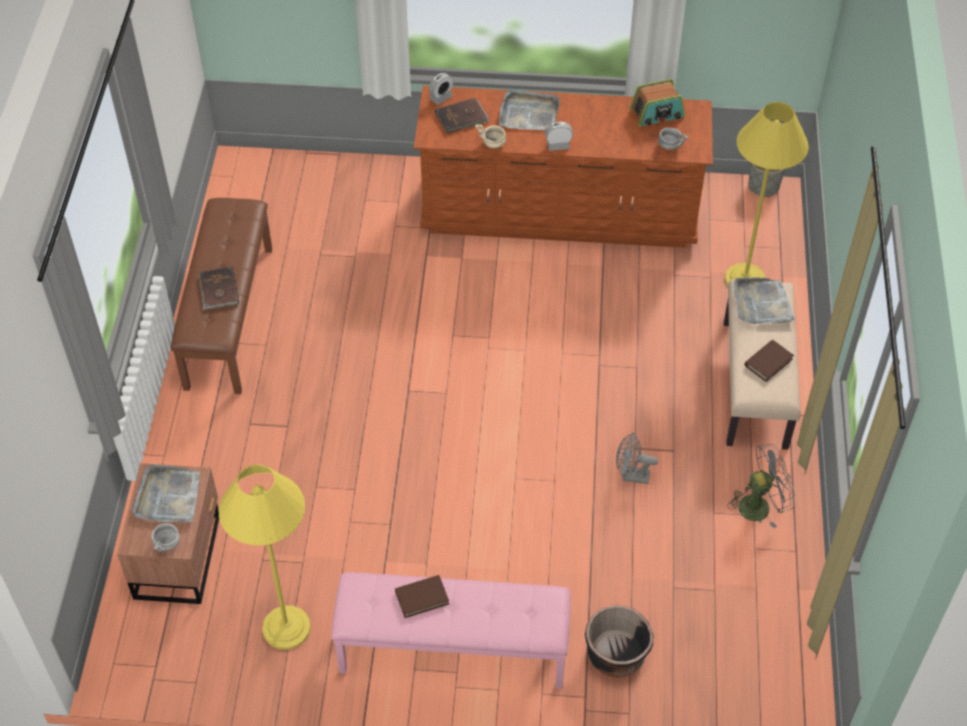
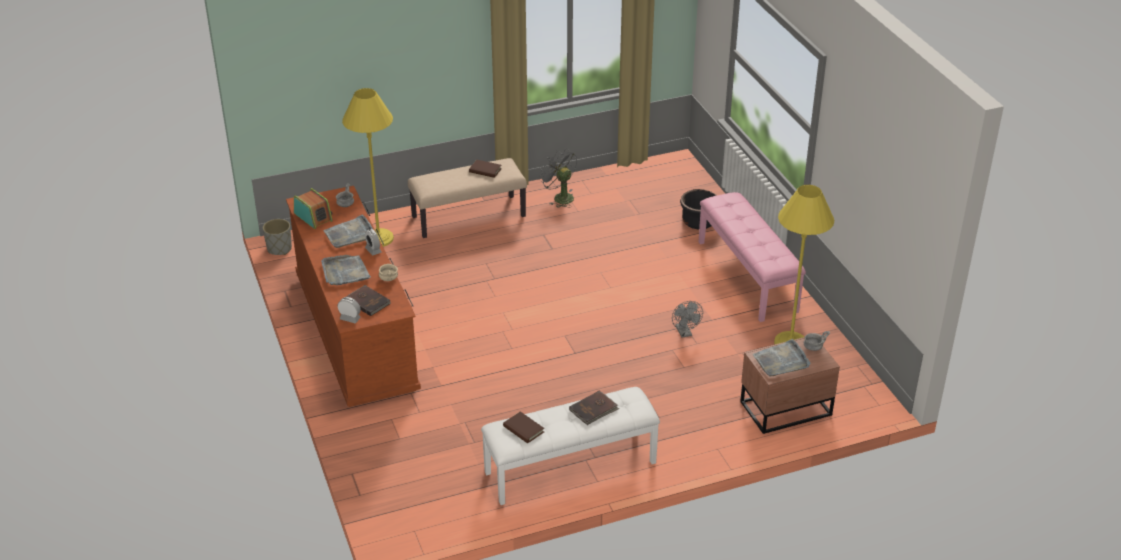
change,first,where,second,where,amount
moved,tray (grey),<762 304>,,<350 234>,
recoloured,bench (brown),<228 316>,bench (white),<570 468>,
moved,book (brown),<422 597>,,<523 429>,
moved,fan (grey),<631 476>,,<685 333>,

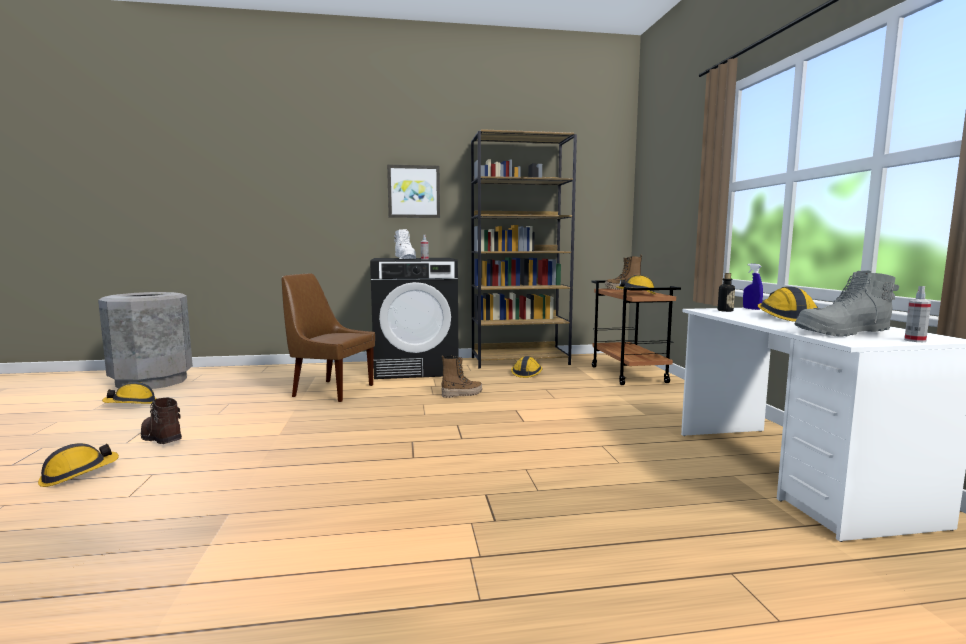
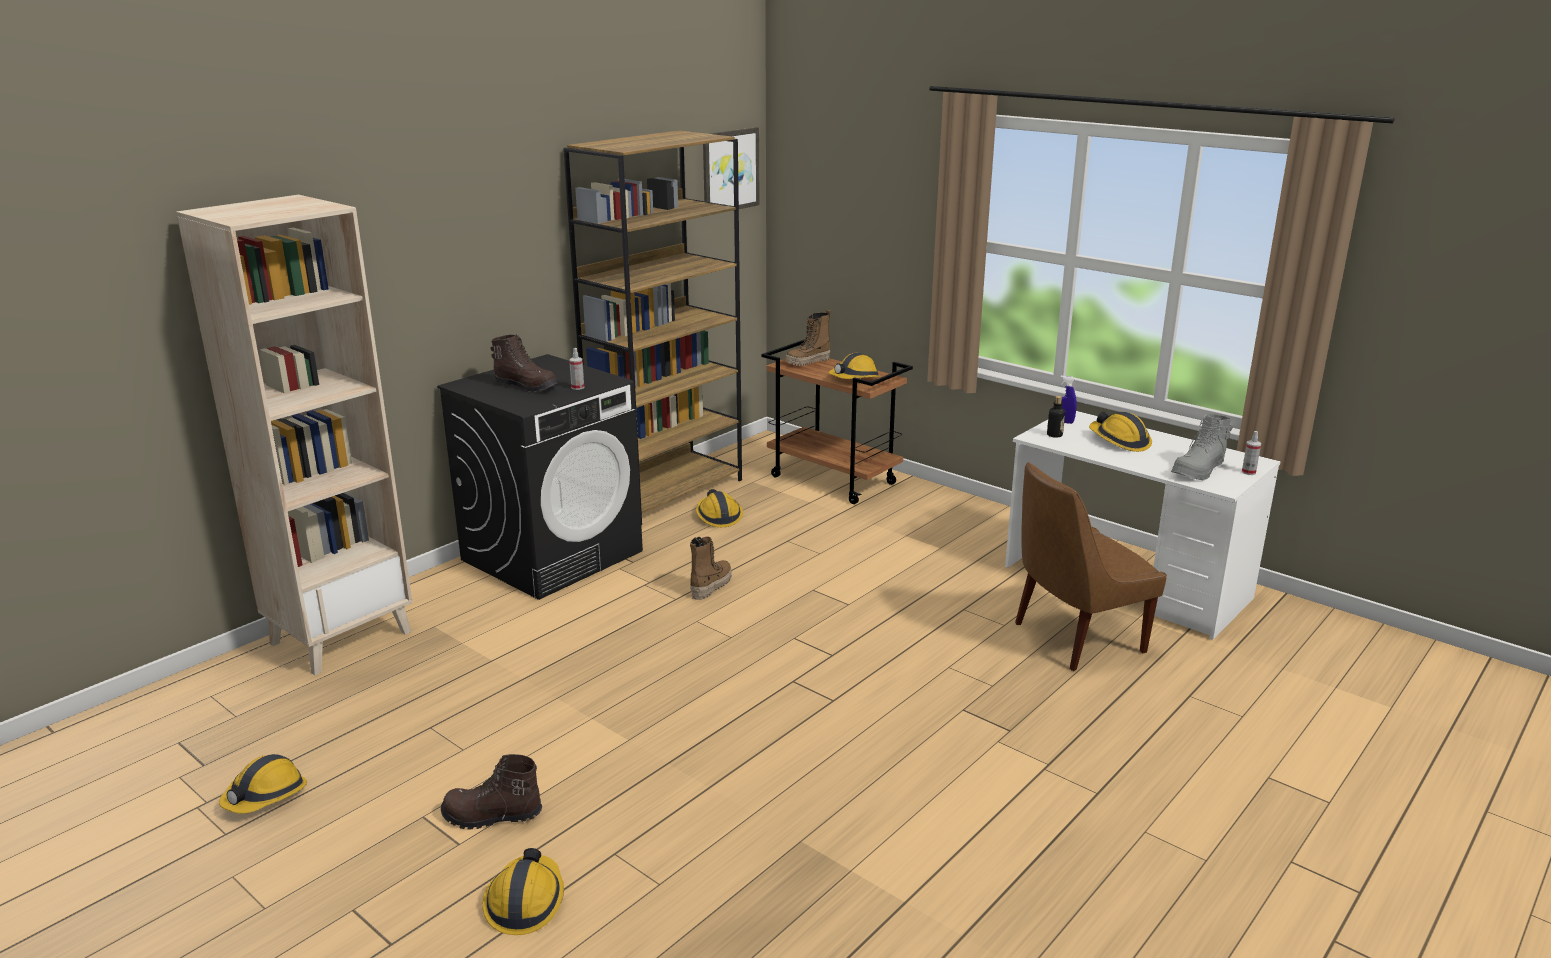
change,first,where,second,where,amount
added,,,bookcase (beige),<341 637>,
recoloured,boot (white),<405 258>,boot (brown),<526 386>,
moved,picture,<414 191>,,<730 170>,
moved,chair (brown),<331 390>,,<1074 638>,
removed,trash can (grey),<151 382>,,,

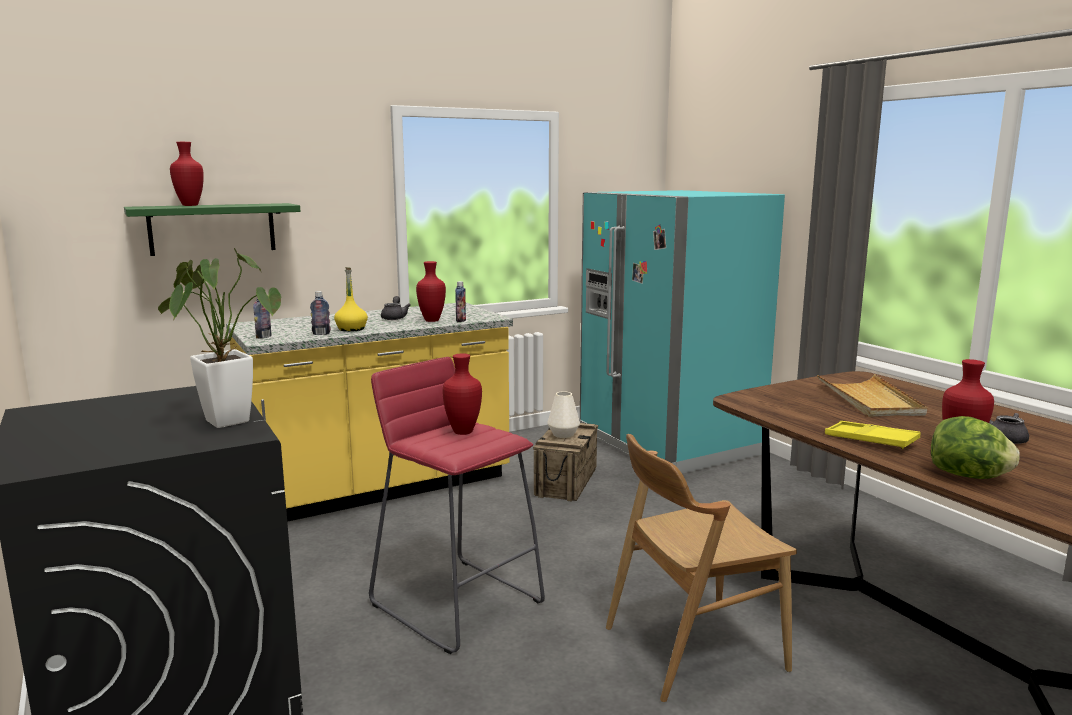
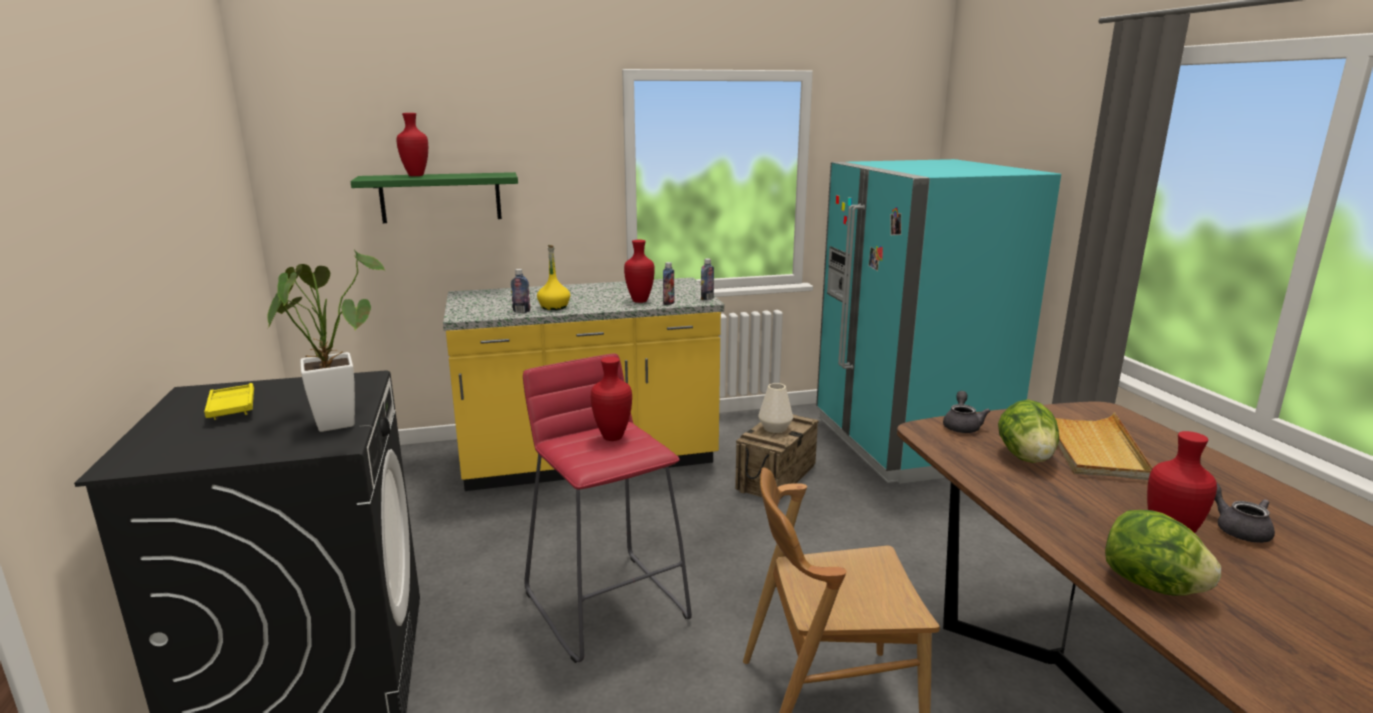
change,first,where,second,where,amount
moved,tray (yellow),<870 440>,,<232 407>,
moved,bottle,<263 337>,,<707 298>,
moved,teapot (grey),<394 317>,,<962 426>,
added,,,lettuce,<1026 457>,

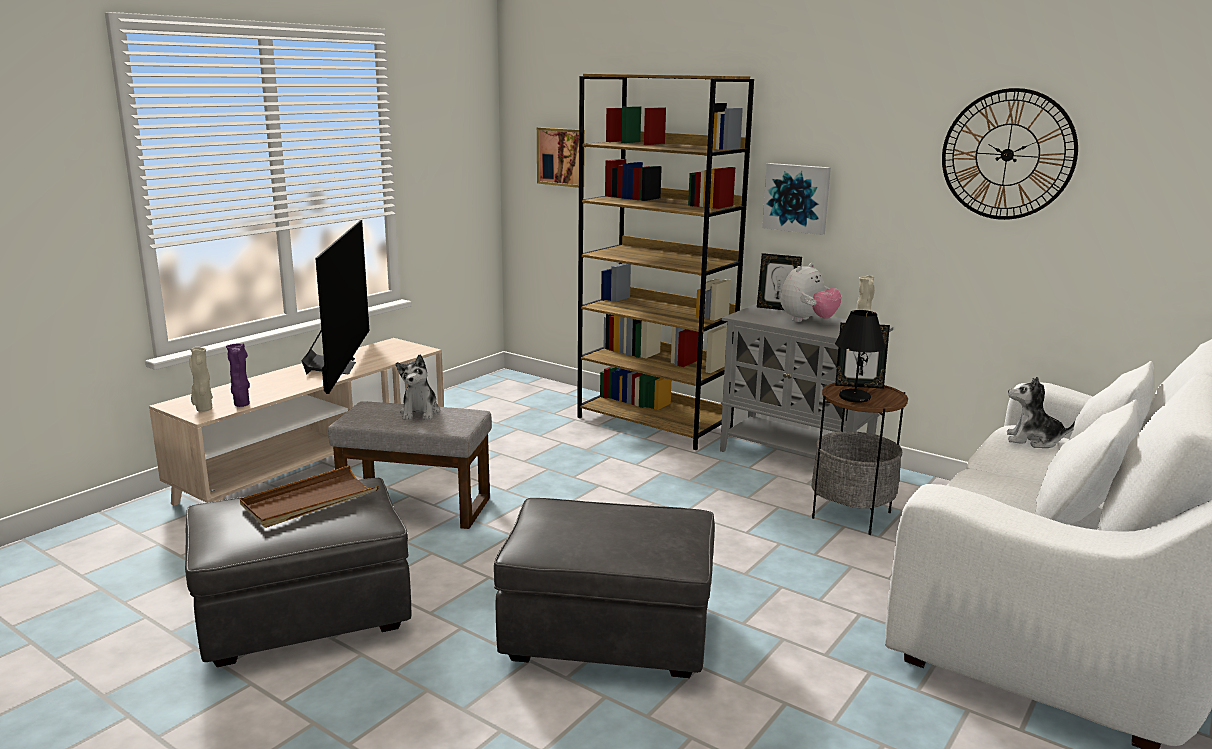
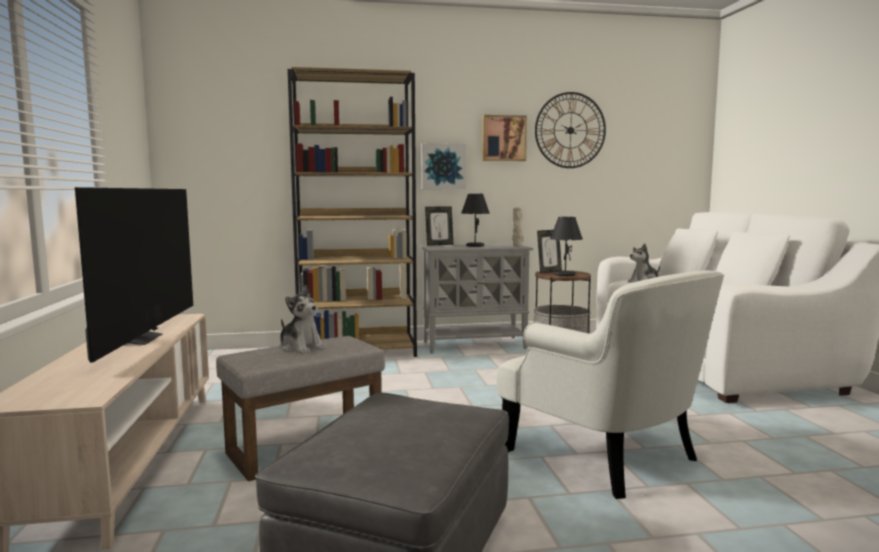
change,first,where,second,where,amount
turned,television,<338 368>,,<138 339>,45 degrees clockwise
replaced,plush toy,<807 321>,table lamp (black),<474 246>,
moved,picture,<562 157>,,<503 138>,
replaced,ottoman (grey),<607 633>,armchair (white),<606 454>,
removed,vase (beige),<203 409>,,,
removed,vase (purple),<241 405>,,,
removed,tray (brown),<309 501>,,,

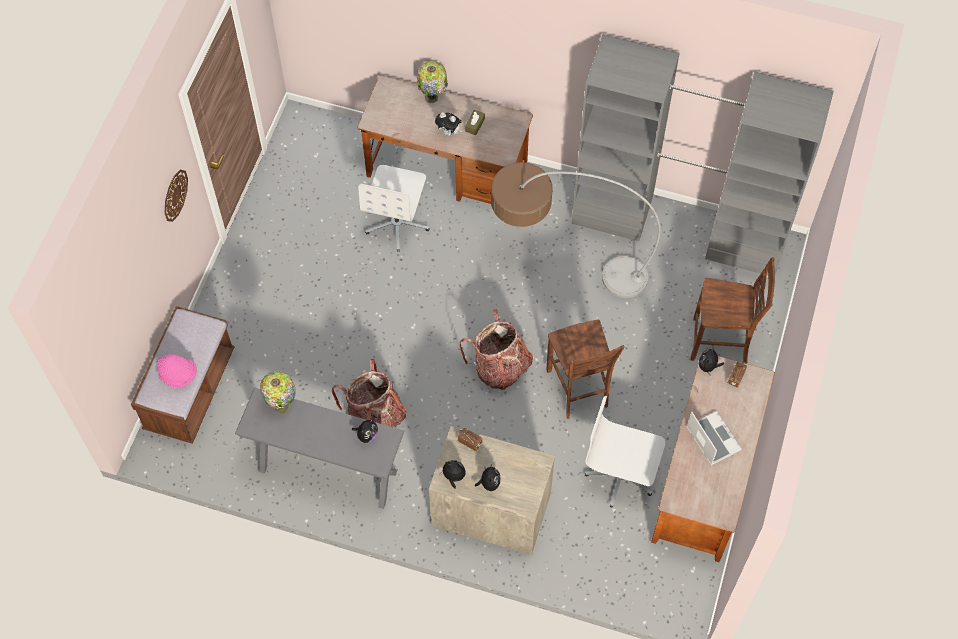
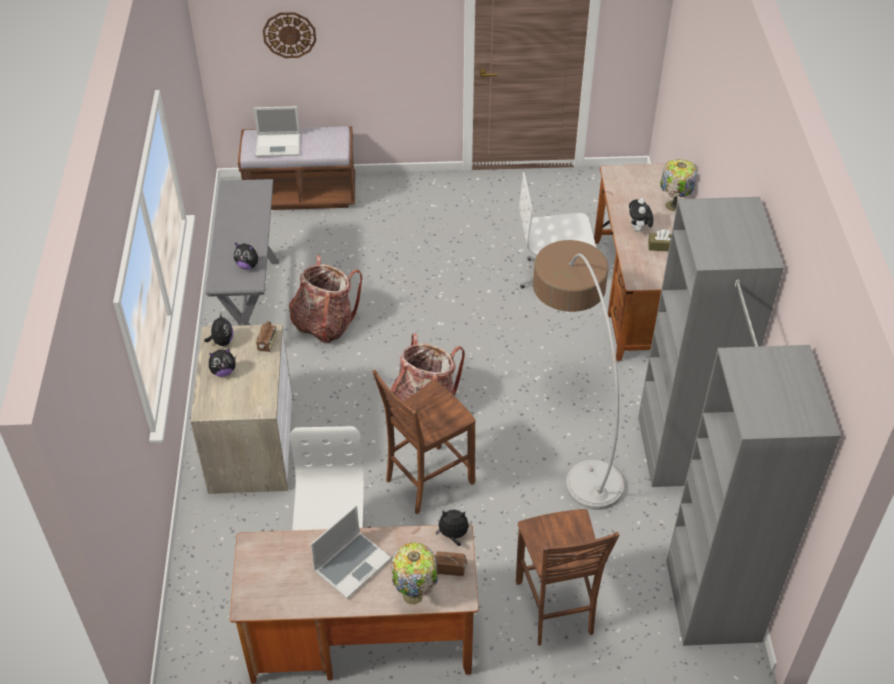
change,first,where,second,where,amount
replaced,hat (pink),<178 375>,laptop,<279 145>,
moved,wall clock,<175 195>,,<289 34>,
moved,table lamp,<282 405>,,<414 596>,

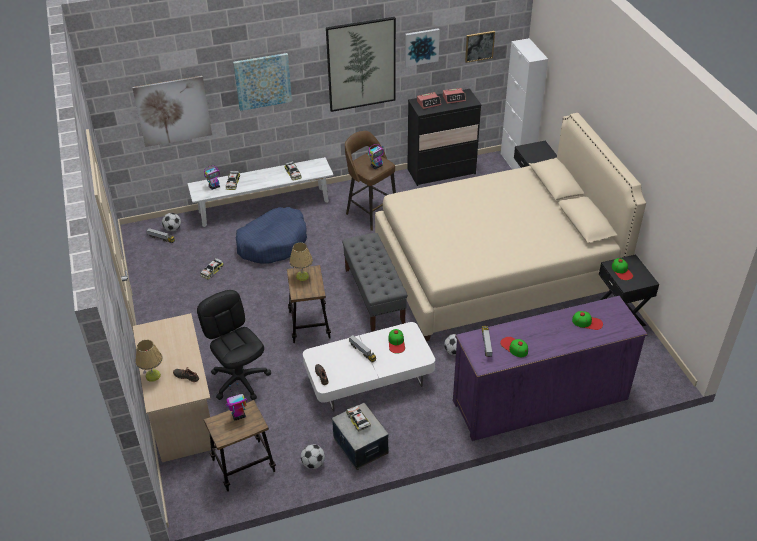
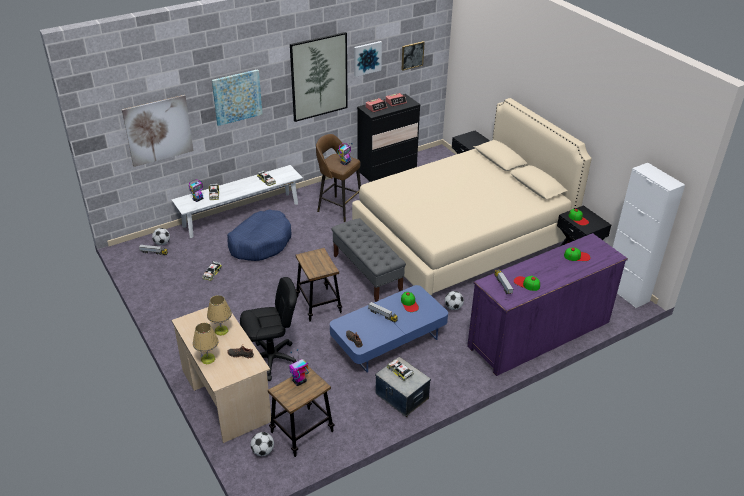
change,first,where,second,where,amount
moved,table lamp,<302 276>,,<221 330>,
turned,office chair (black),<240 380>,,<272 360>,120 degrees clockwise
moved,football,<313 463>,,<263 451>,
recoloured,coffee table (white),<369 379>,coffee table (blue),<388 340>,
moved,cabinet (white),<516 163>,,<626 292>,

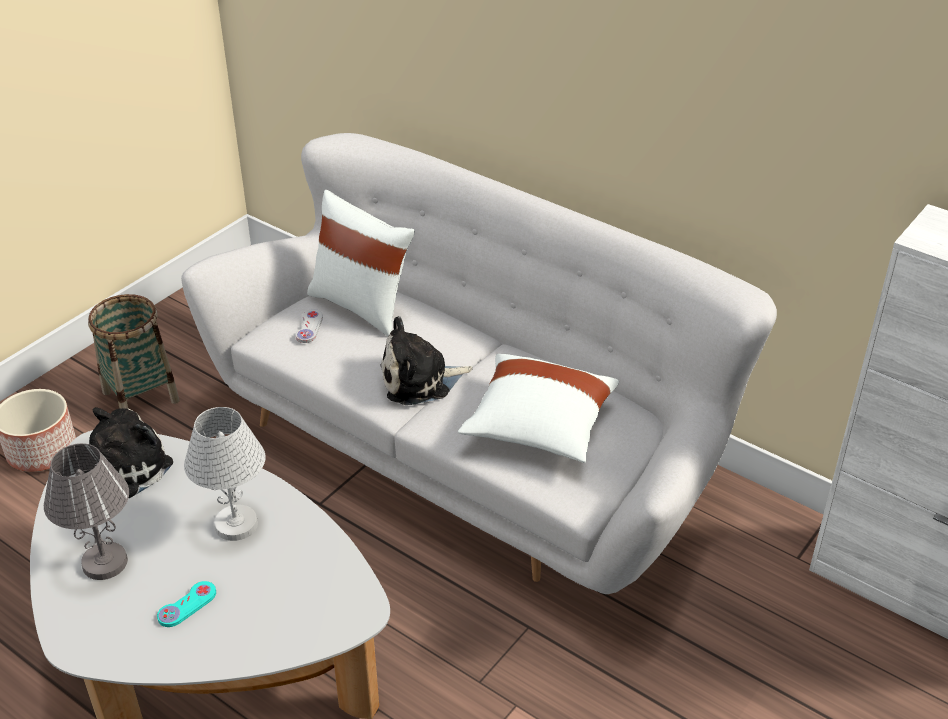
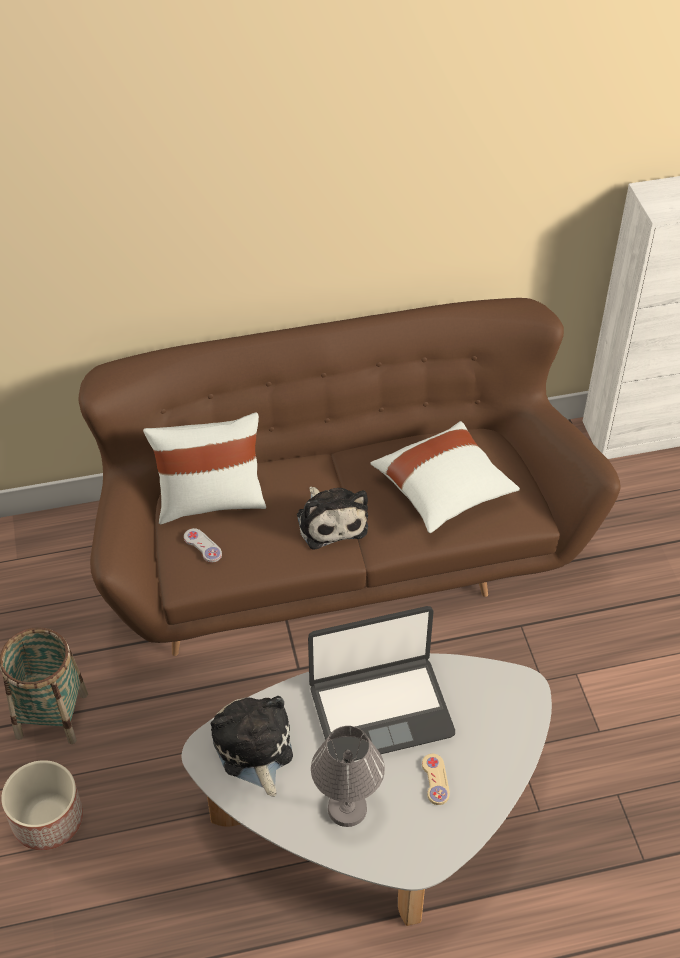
change,first,where,second,where,amount
recoloured,sofa (white),<473 456>,sofa (brown),<340 551>,
turned,plush toy,<420 380>,,<331 521>,45 degrees counterclockwise
replaced,table lamp (white),<237 524>,laptop,<380 709>,
recoloured,game controller (turquoise),<187 605>,game controller (beige),<435 780>,

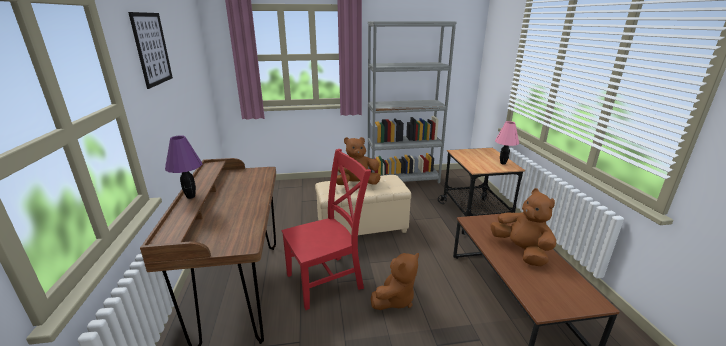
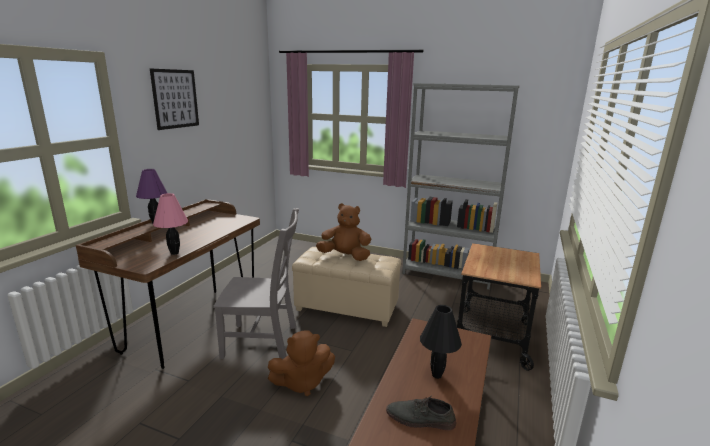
change,first,where,second,where,amount
moved,table lamp (pink),<502 163>,,<175 253>,
recoloured,chair (red),<328 280>,chair (grey),<264 342>,
added,,,shoe (grey),<420 419>,
replaced,plush toy (brown),<521 251>,table lamp (black),<437 375>,

